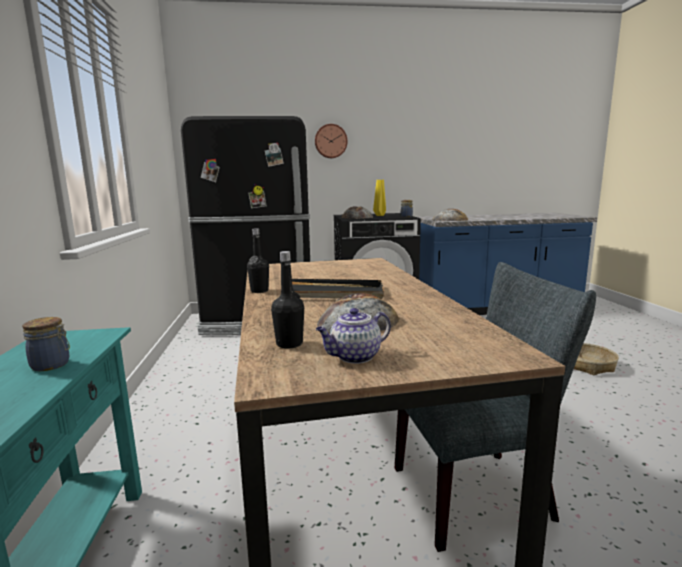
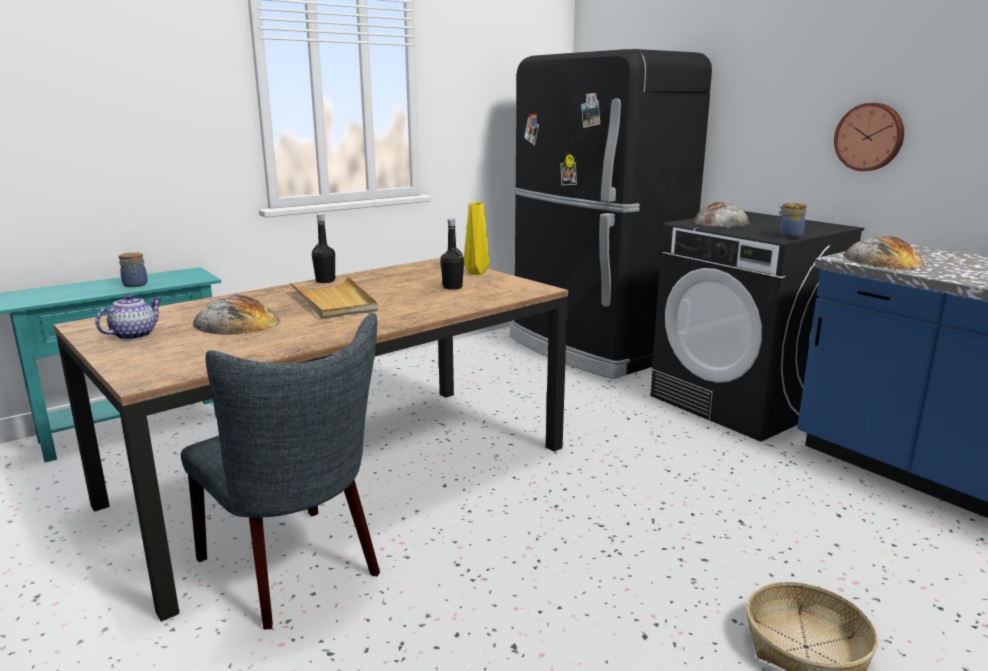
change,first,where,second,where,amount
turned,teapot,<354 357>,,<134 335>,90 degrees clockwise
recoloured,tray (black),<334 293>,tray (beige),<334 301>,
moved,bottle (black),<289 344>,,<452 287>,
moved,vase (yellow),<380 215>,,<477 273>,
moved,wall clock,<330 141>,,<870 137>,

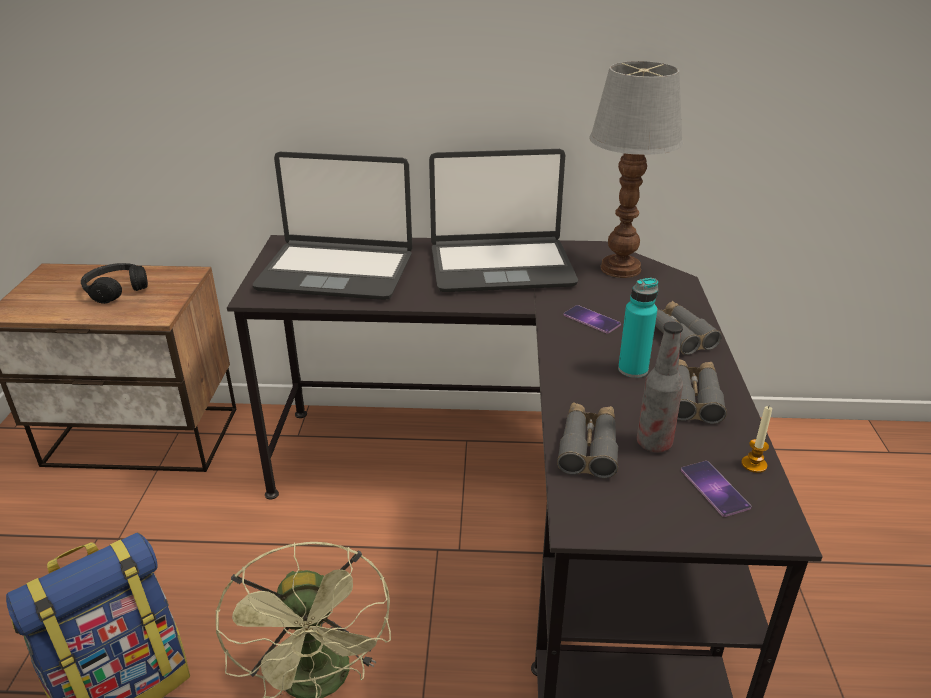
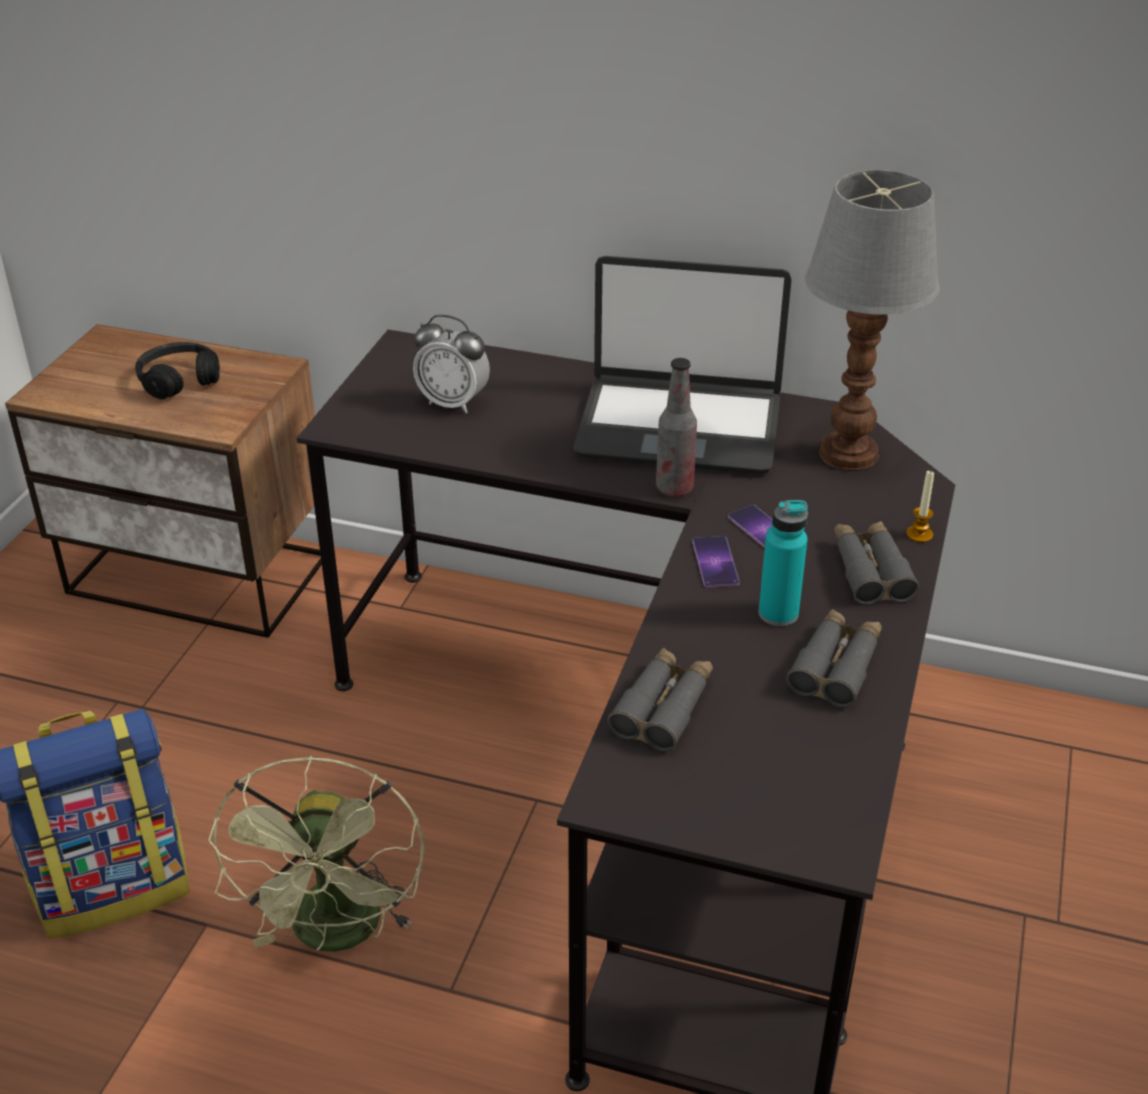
change,first,where,second,where,amount
replaced,laptop,<336 272>,alarm clock,<453 403>,
moved,bottle,<654 443>,,<674 488>,
moved,phone,<714 488>,,<715 562>,
moved,candle,<754 464>,,<919 534>,

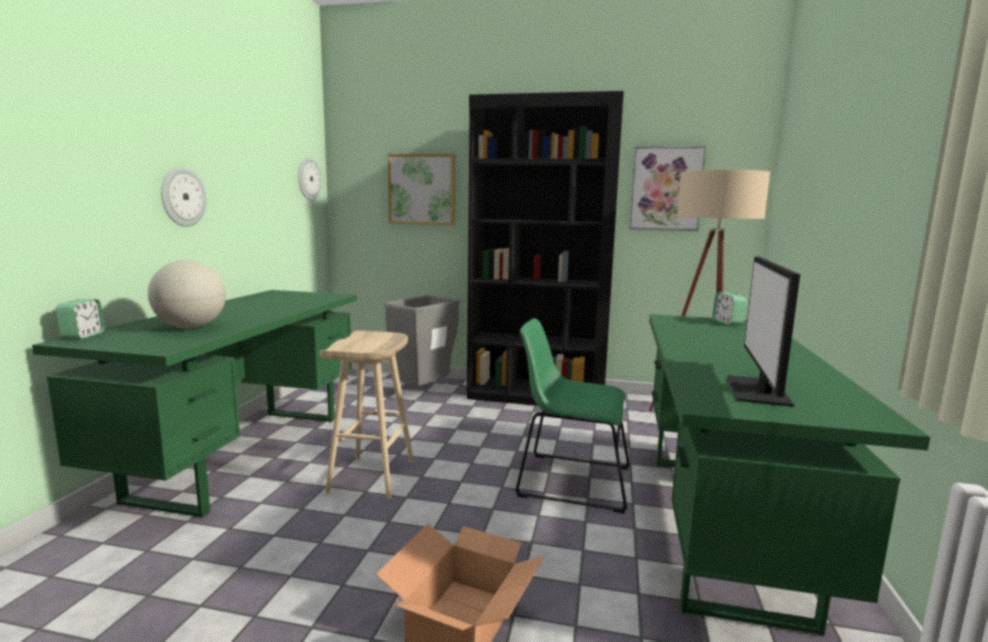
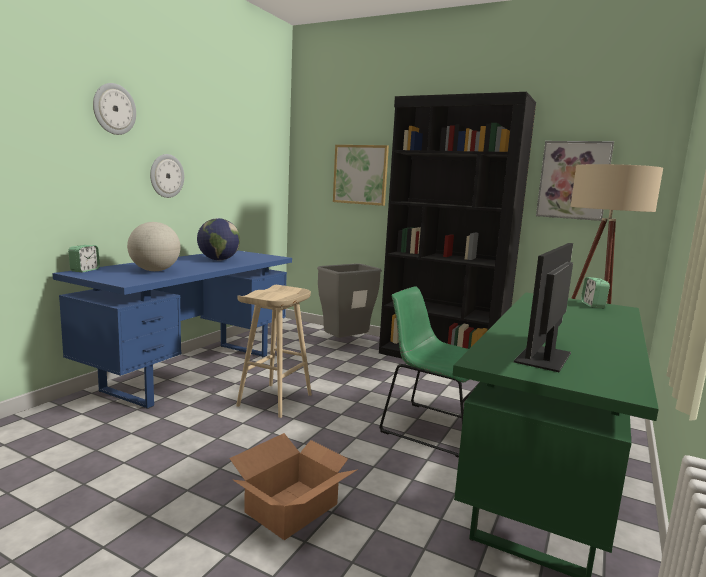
change,first,where,second,where,amount
recoloured,desk (green),<244 454>,desk (blue),<192 371>,
moved,wall clock,<308 179>,,<114 109>,
added,,,globe,<218 260>,

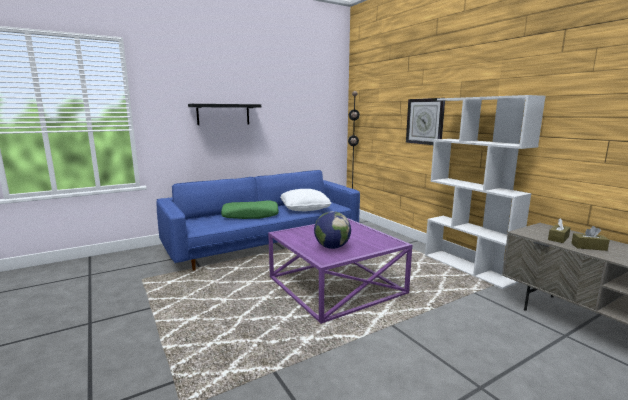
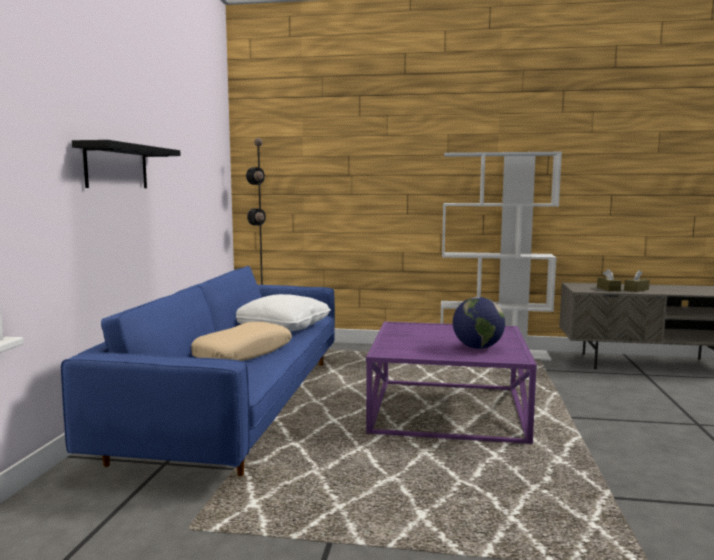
change,first,where,second,where,amount
recoloured,pillow (green),<250 215>,pillow (beige),<241 353>,
removed,wall clock,<425 121>,,,

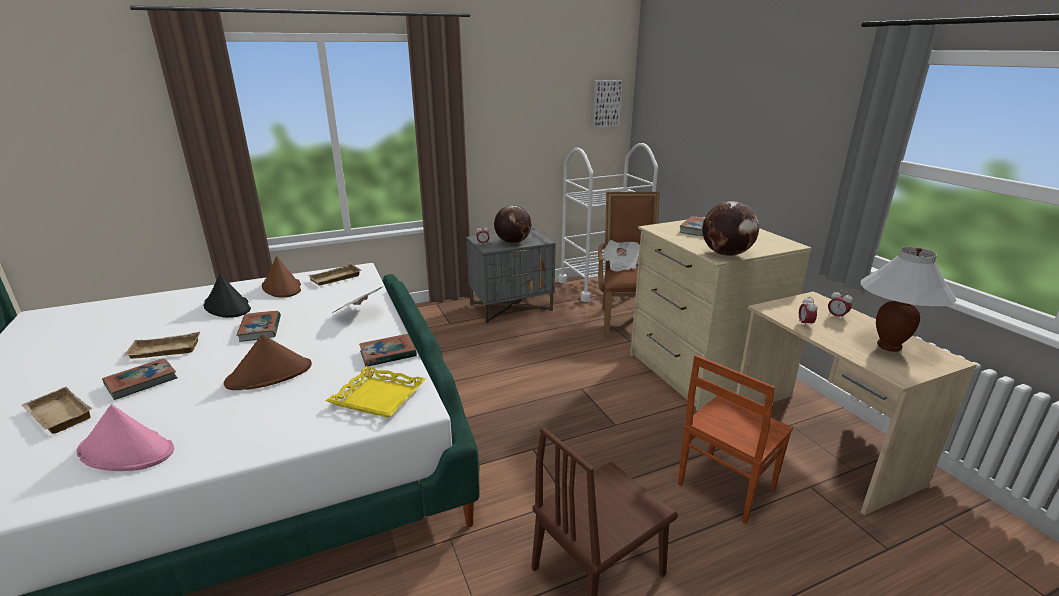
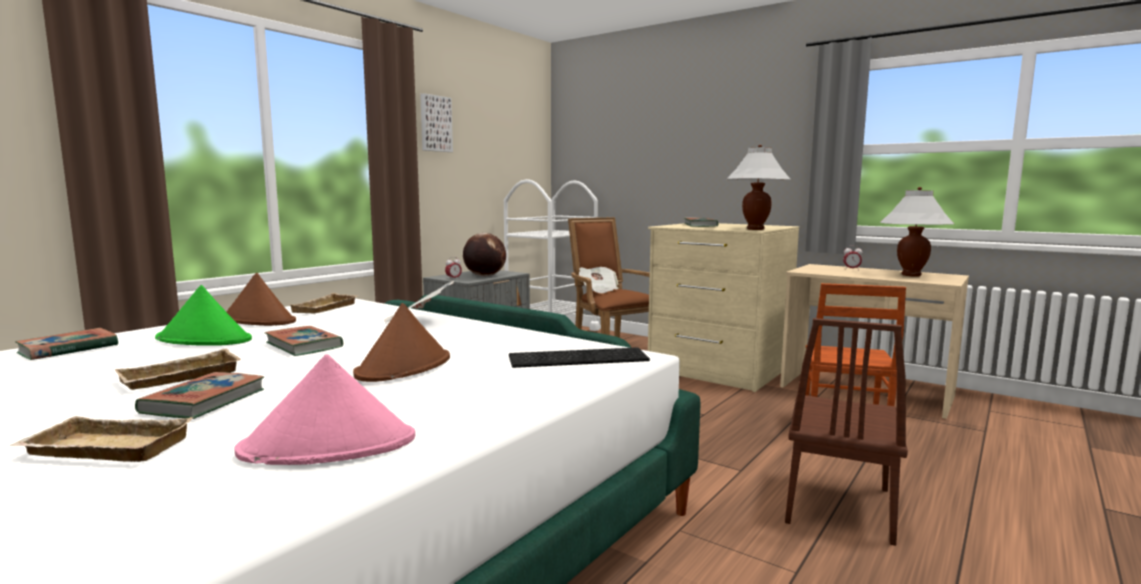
change,first,where,second,where,amount
moved,book,<388 354>,,<68 349>,
recoloured,hat (black),<227 306>,hat (green),<204 339>,
moved,picture,<606 103>,,<435 123>,
replaced,tray (yellow),<379 397>,keyboard,<579 357>,
replaced,globe,<726 254>,table lamp (white),<755 229>,
removed,alarm clock,<805 324>,,,

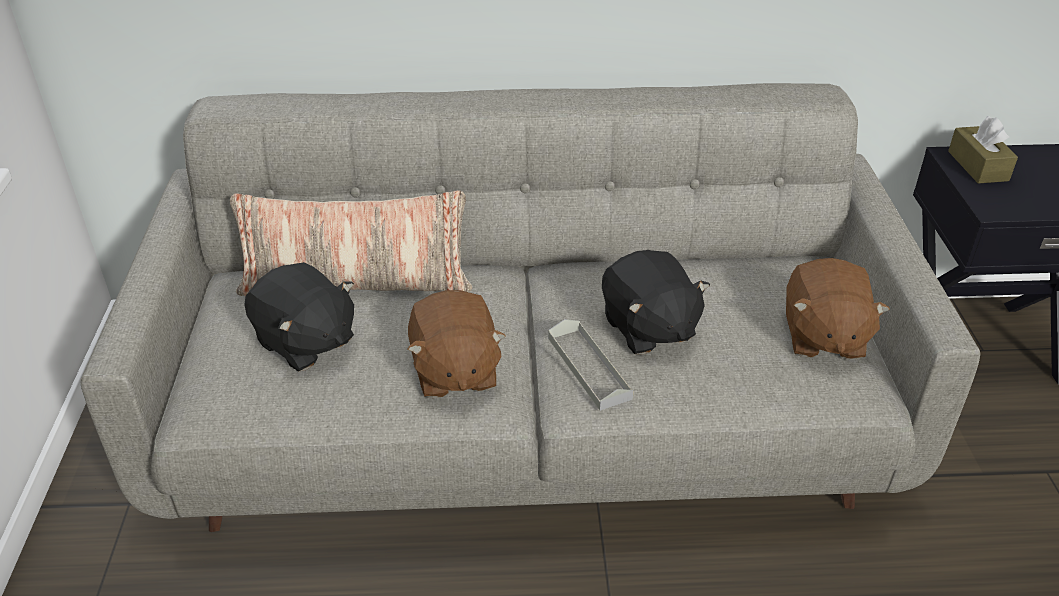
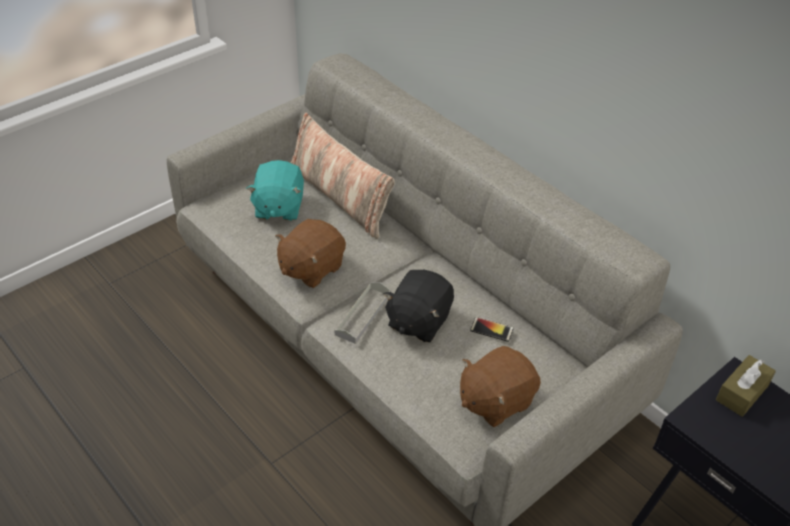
change,first,where,second,where,amount
recoloured,plush toy (black),<305 342>,plush toy (turquoise),<278 207>,
added,,,phone,<491 330>,

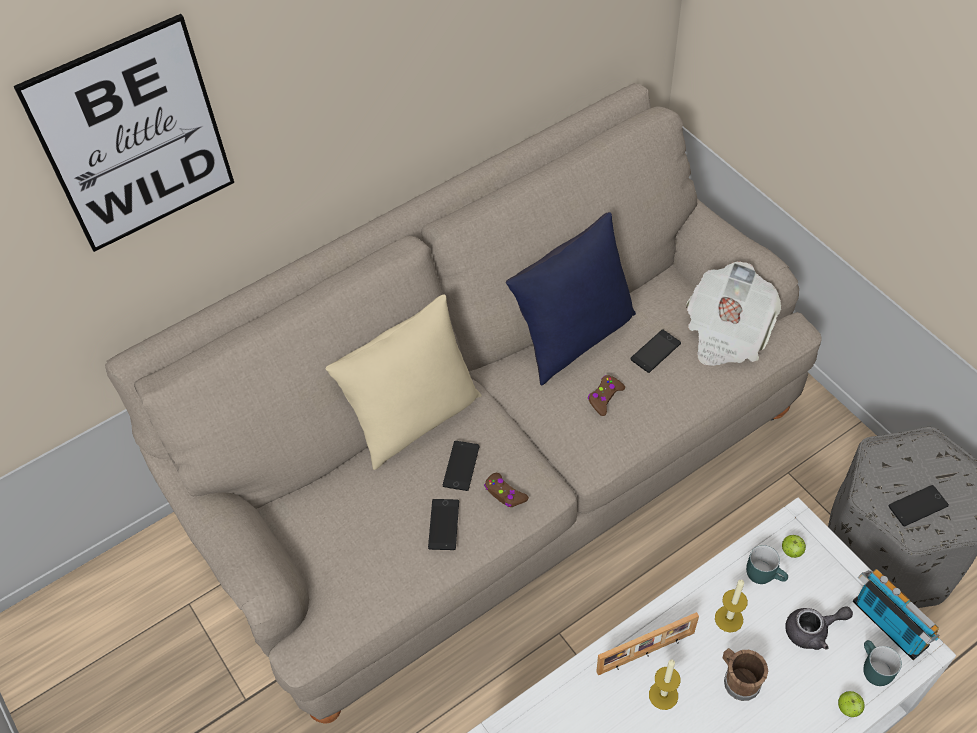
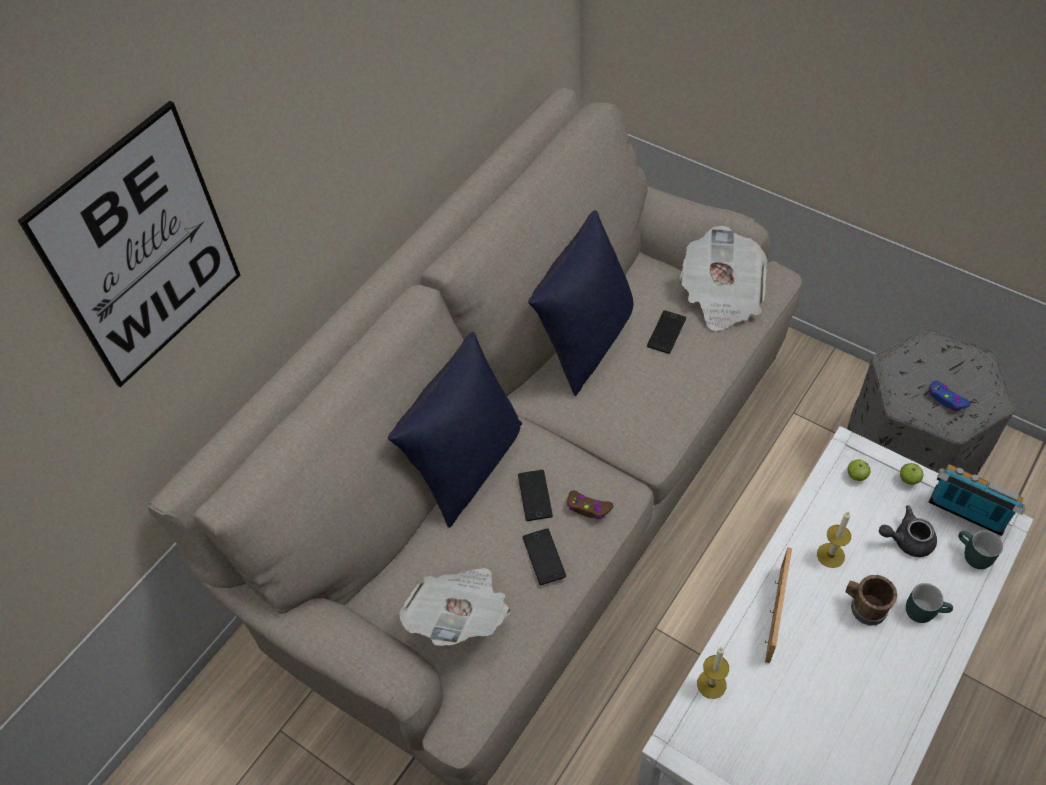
change,first,where,second,where,amount
recoloured,pillow (beige),<414 419>,pillow (blue),<466 467>,
added,,,newspaper,<460 616>,
moved,candle,<663 695>,,<711 684>,
turned,picture frame,<646 653>,,<773 613>,150 degrees clockwise
turned,teapot (grey),<813 631>,,<907 540>,150 degrees counterclockwise
moved,apple,<848 708>,,<908 479>,
moved,mug (turquoise),<765 573>,,<924 610>,
replaced,phone,<918 506>,game controller (blue),<946 399>,
removed,game controller (brown),<604 397>,,,

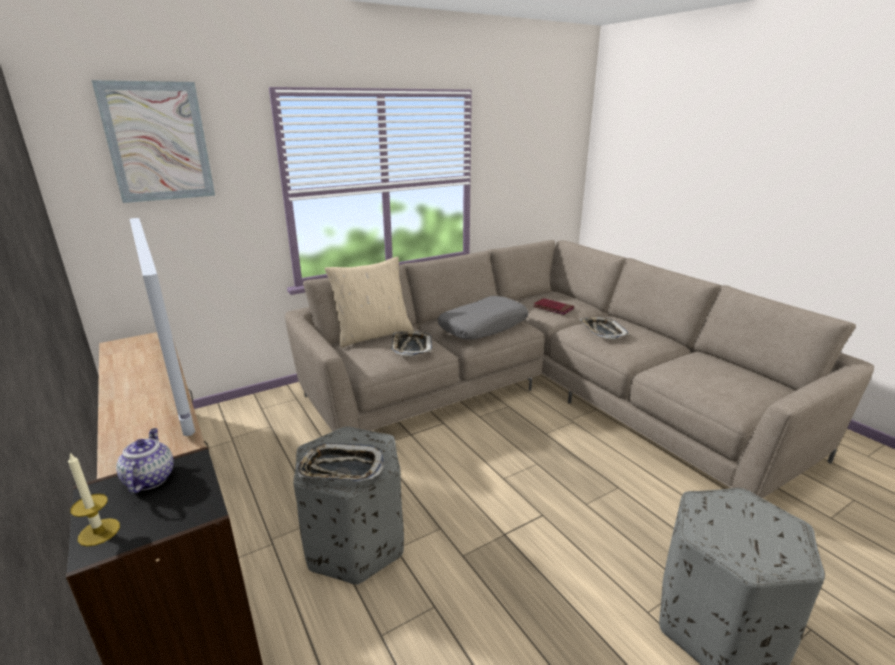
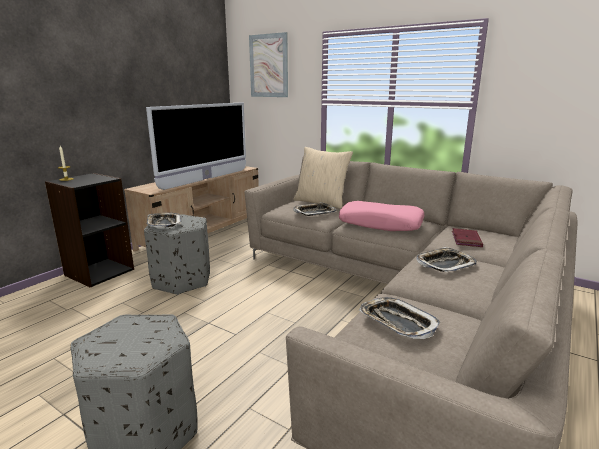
change,first,where,second,where,amount
recoloured,pillow (grey),<483 326>,pillow (pink),<380 224>,
added,,,tray,<397 322>,
removed,teapot,<149 479>,,,

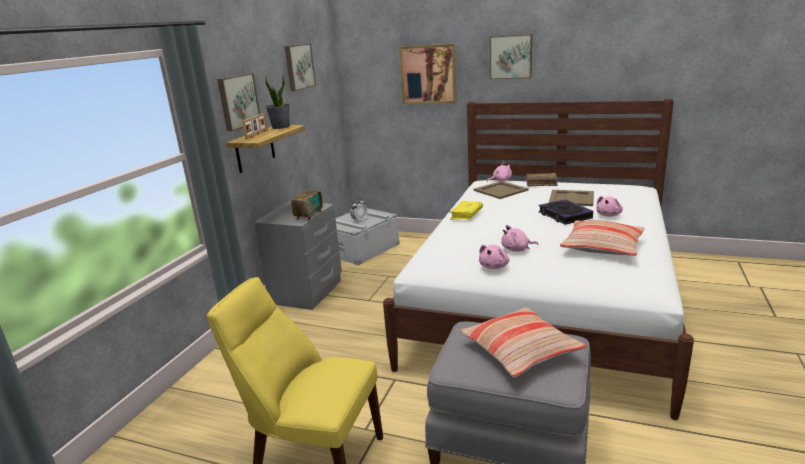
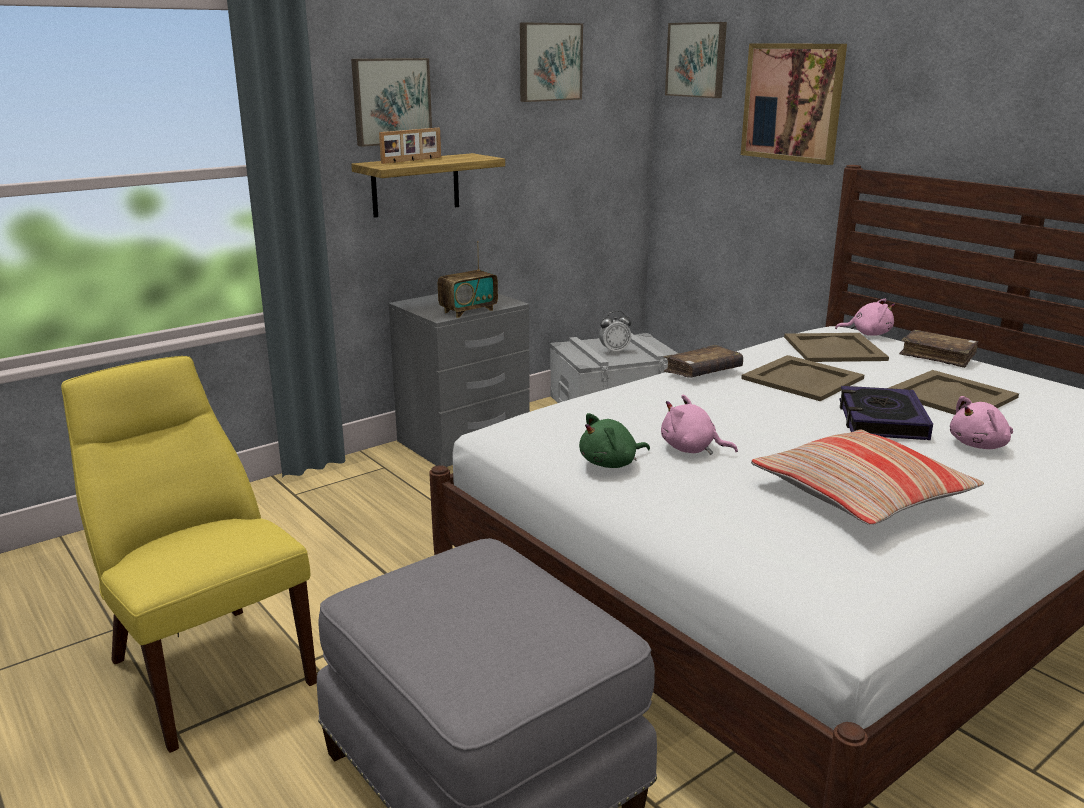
change,first,where,second,where,amount
recoloured,plush toy (pink),<494 266>,plush toy (green),<611 463>,
recoloured,book (yellow),<466 215>,book (brown),<702 372>,
moved,picture,<510 57>,,<697 60>,
added,,,tray (beige),<802 378>,
removed,potted plant,<280 127>,,,
removed,pillow,<520 350>,,,

